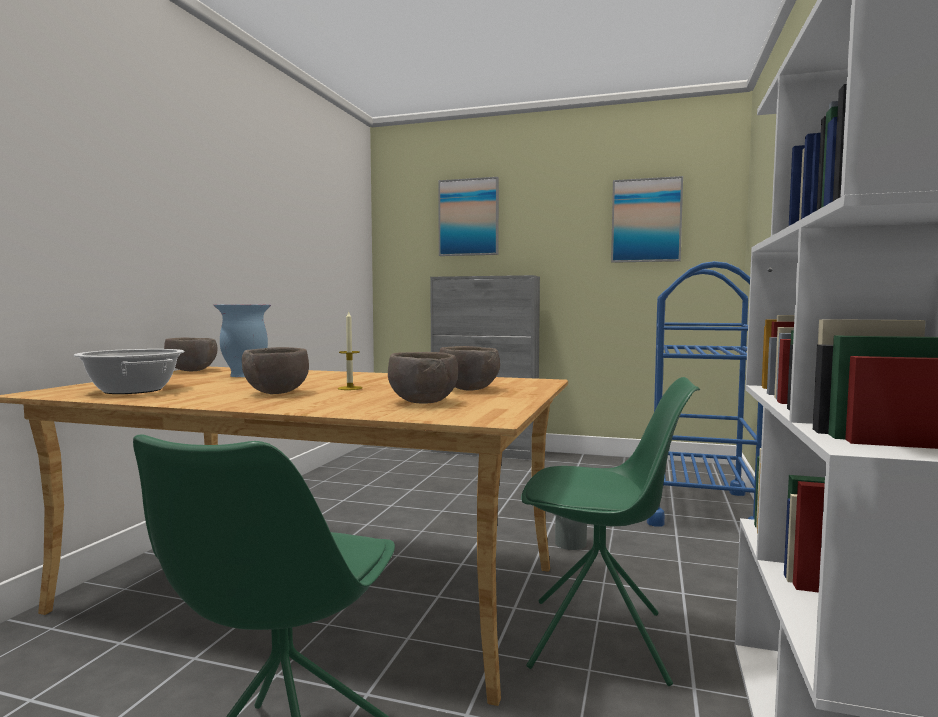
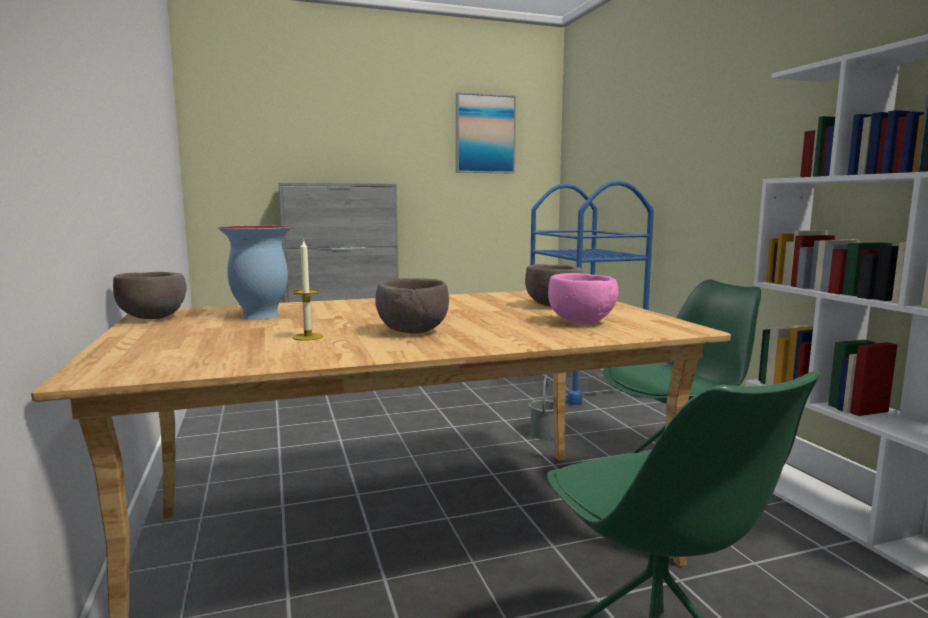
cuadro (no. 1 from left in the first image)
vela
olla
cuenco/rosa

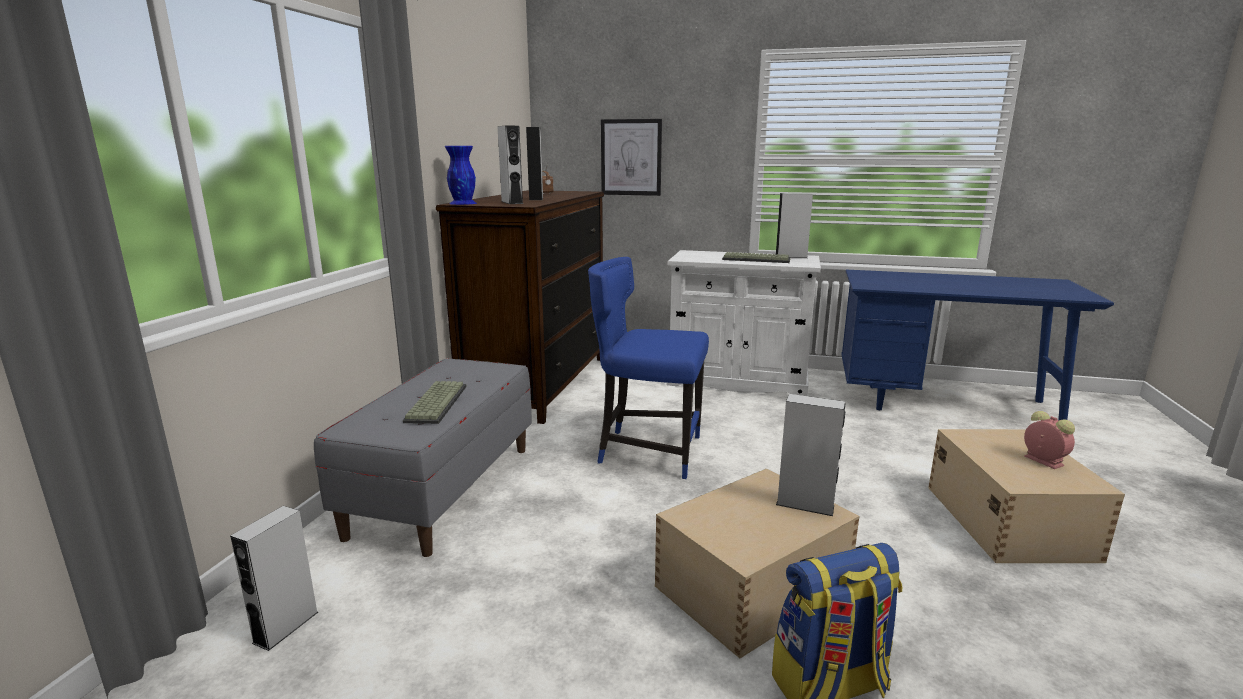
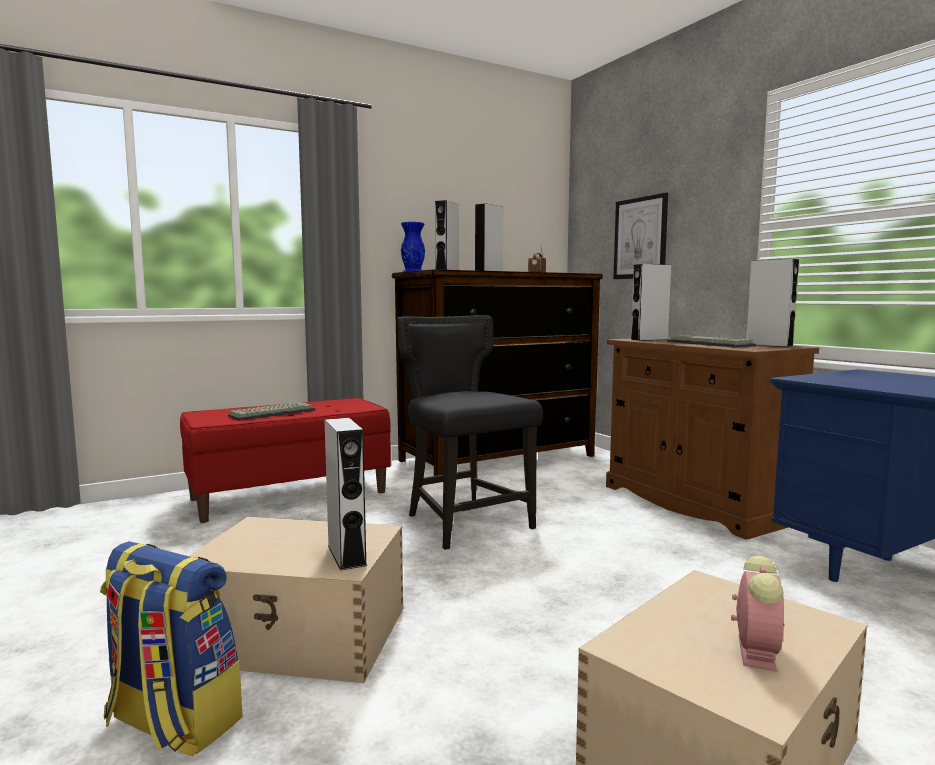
armario/marrón
silla/negro
banco/rojo
altavoz/gris (no. 4 from left)

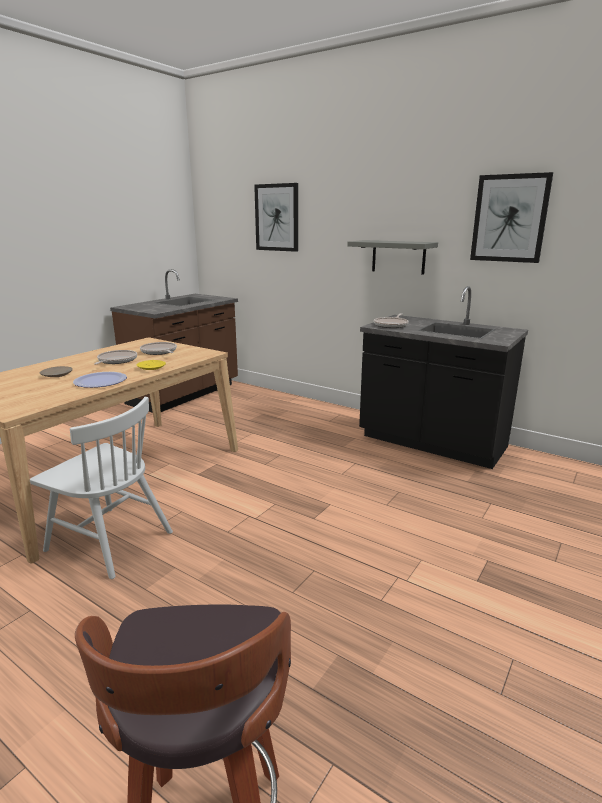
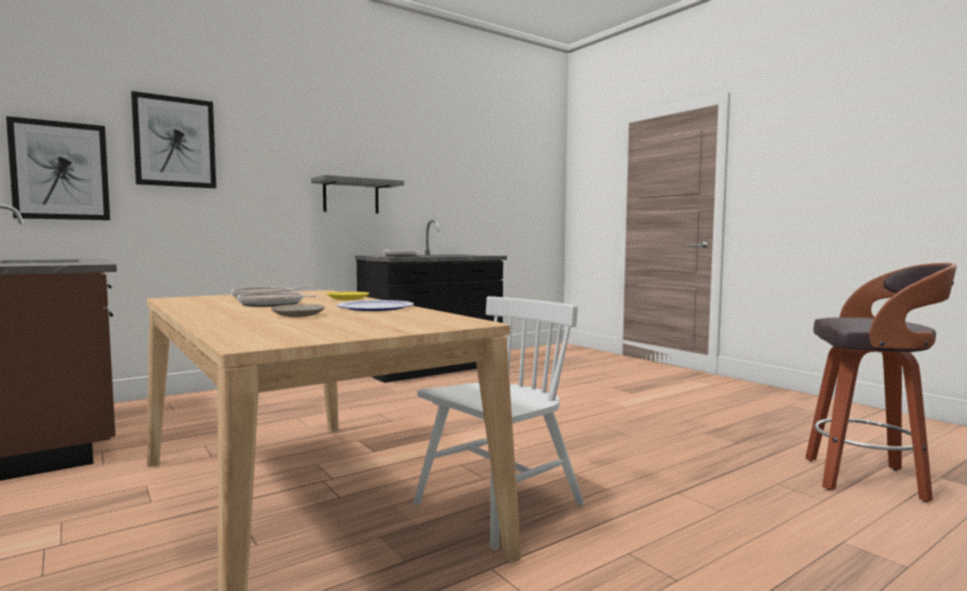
cuadro (no. 1 from left)

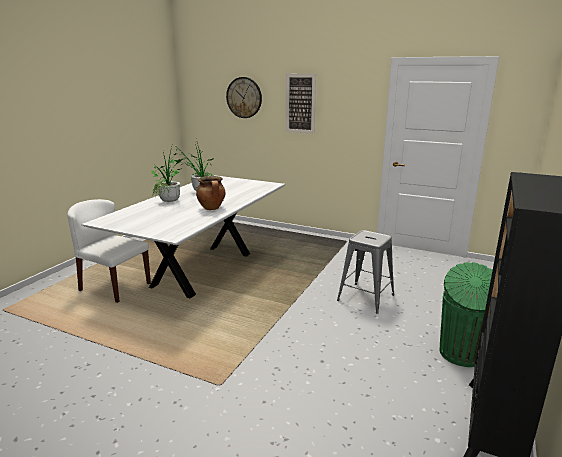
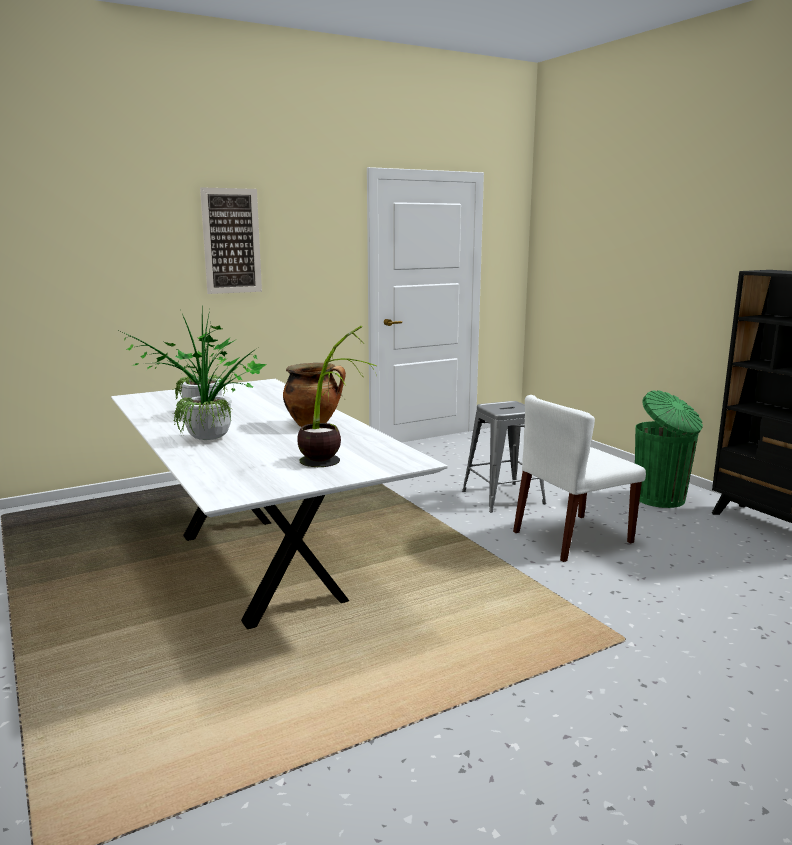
reloj de pared
silla/blanco
planta en maceta (no. 3 from left)

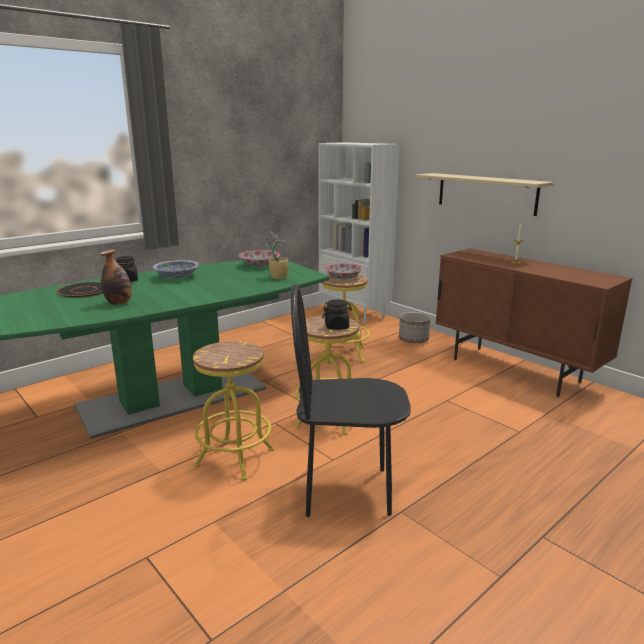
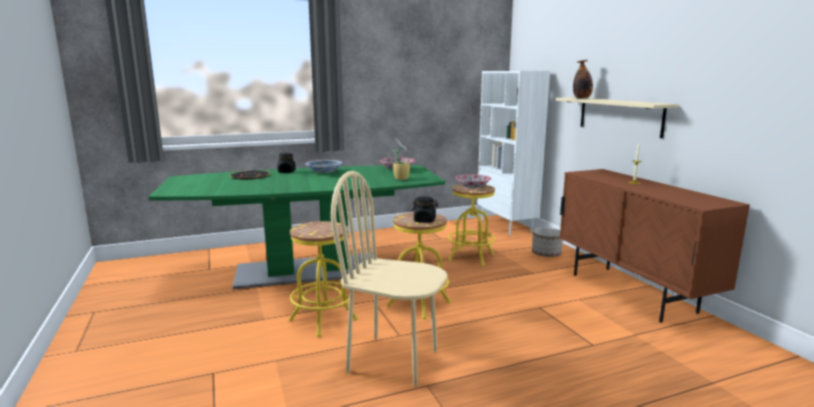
botella
silla/beis

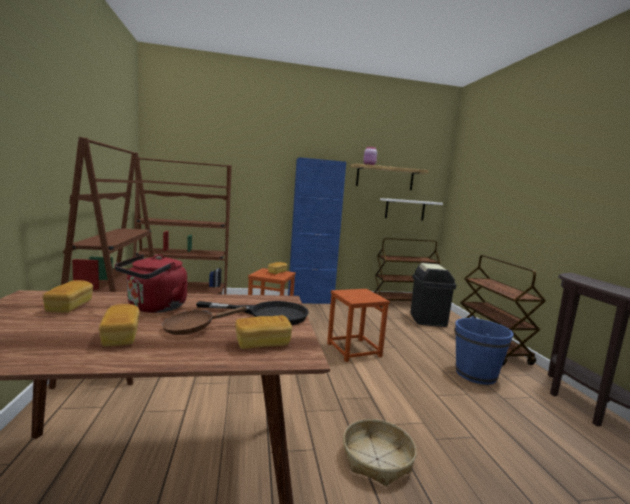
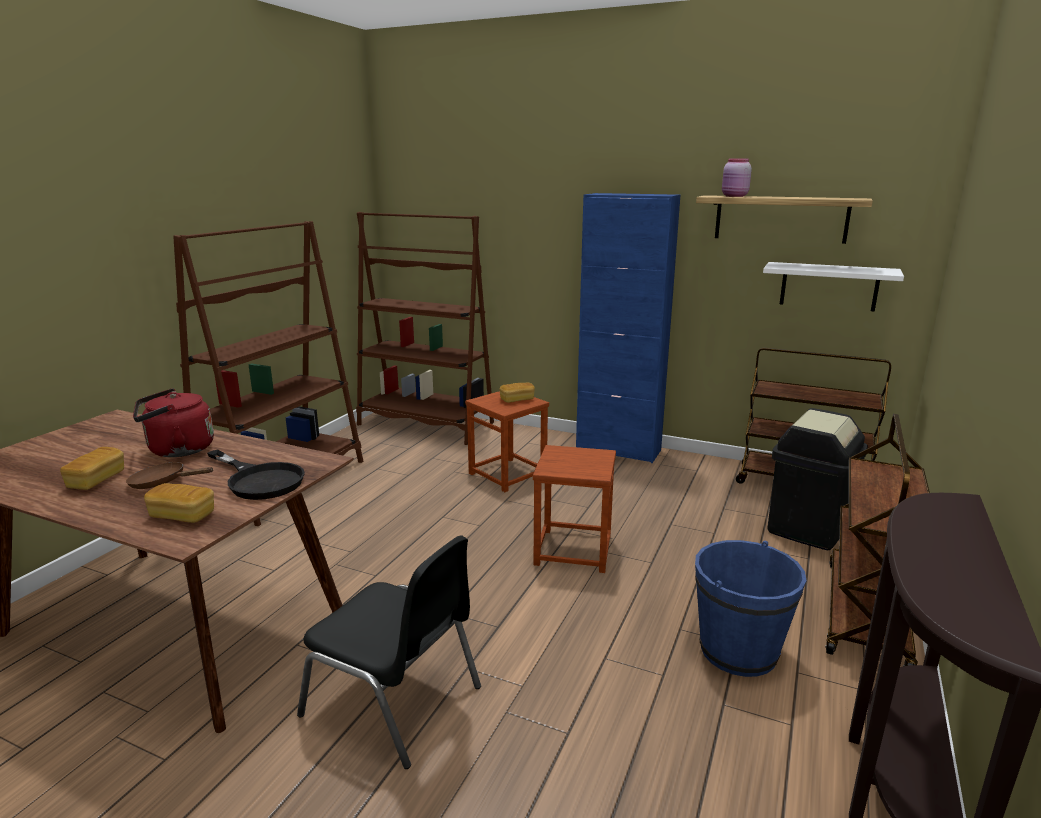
pan (no. 1 from left in the first image)
silla/negro

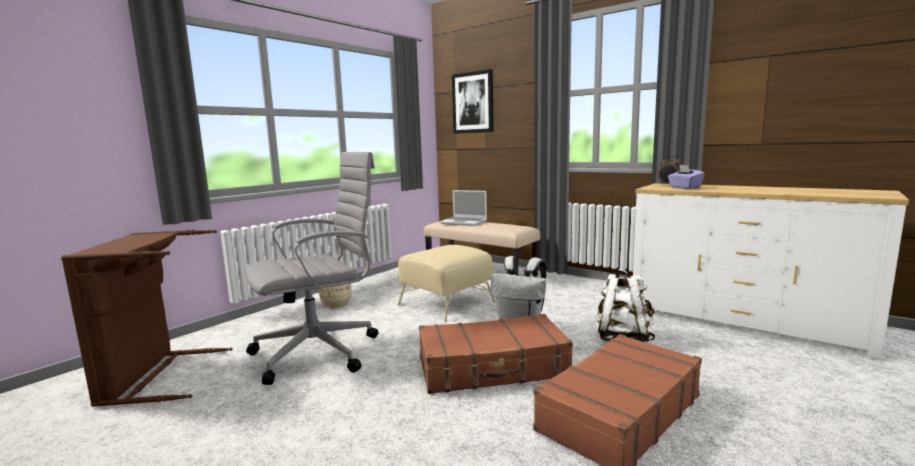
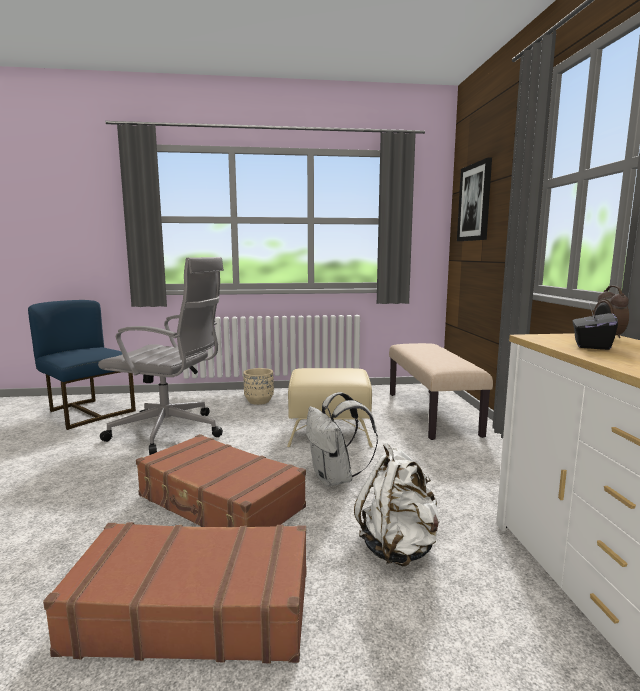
caja de pañuelos/negro
portátil
silla/azul

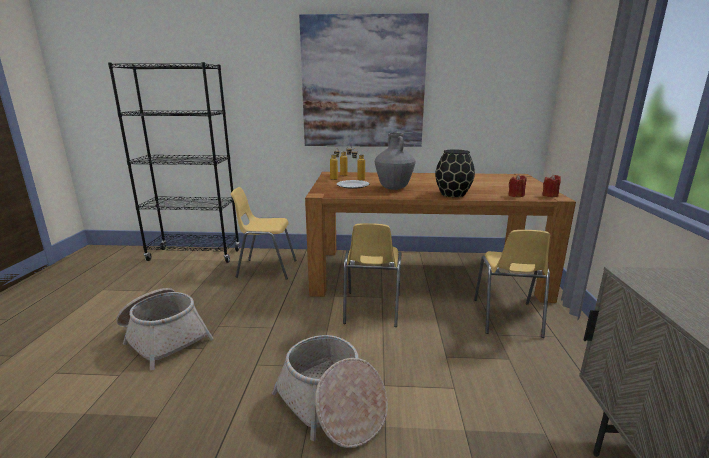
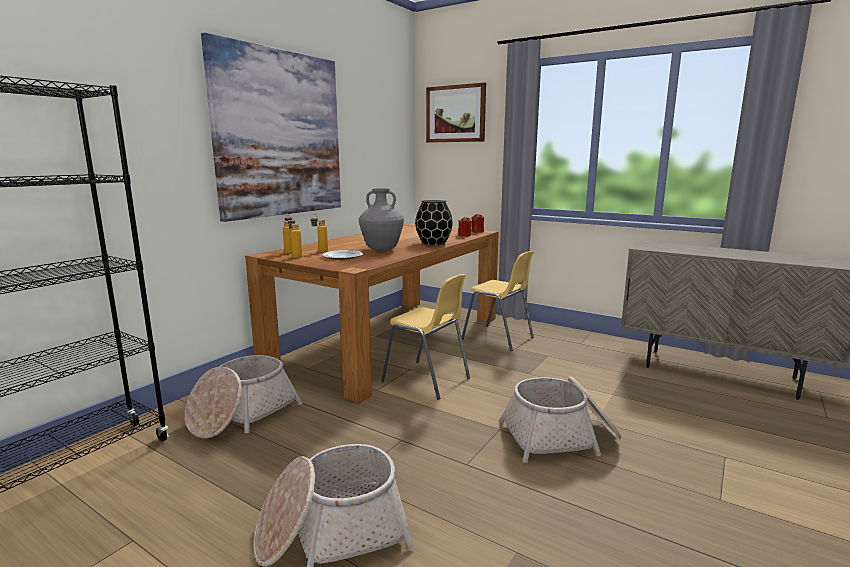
cesta (no. 1 from left)
cuadro (no. 2 from left)

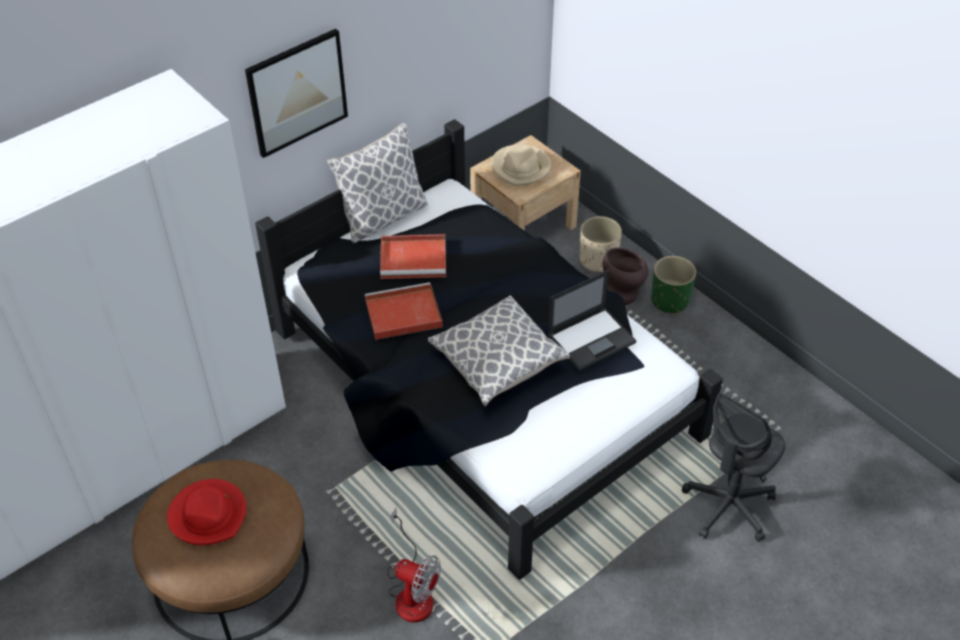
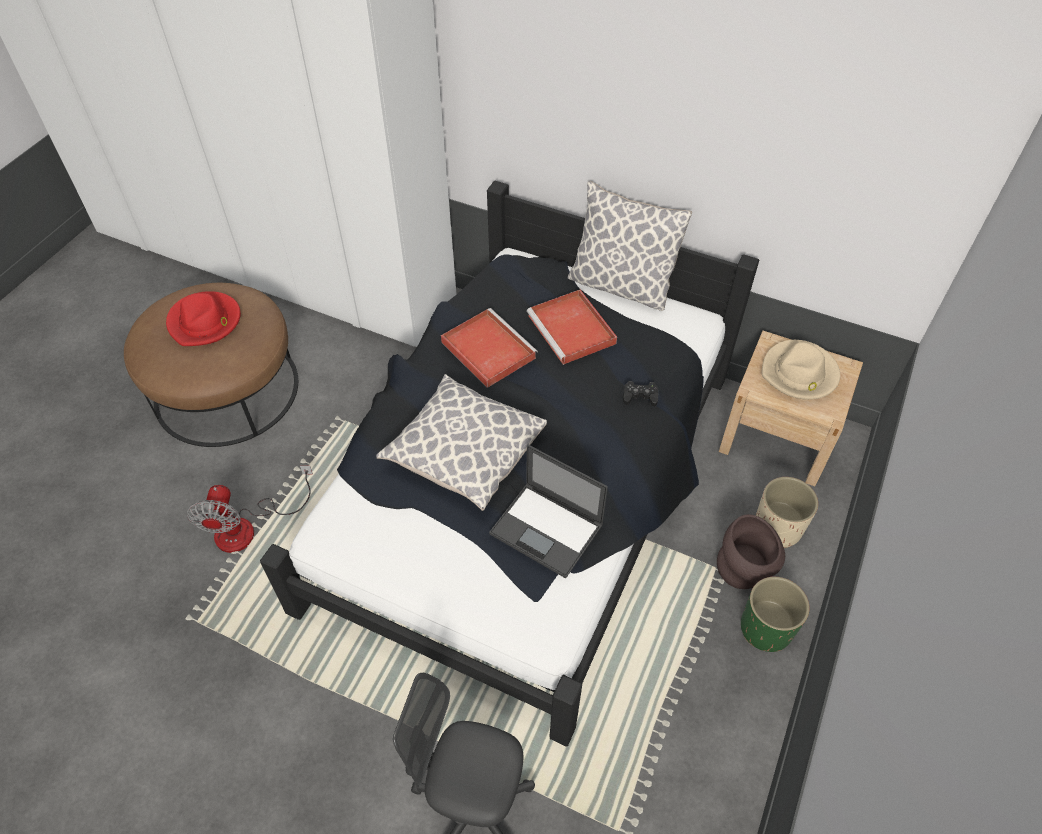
cuadro
mando de consola/negro

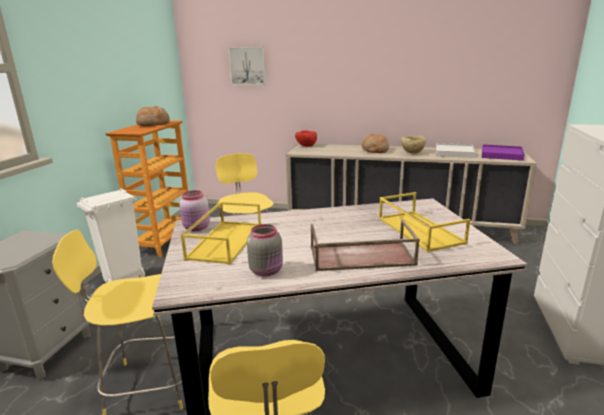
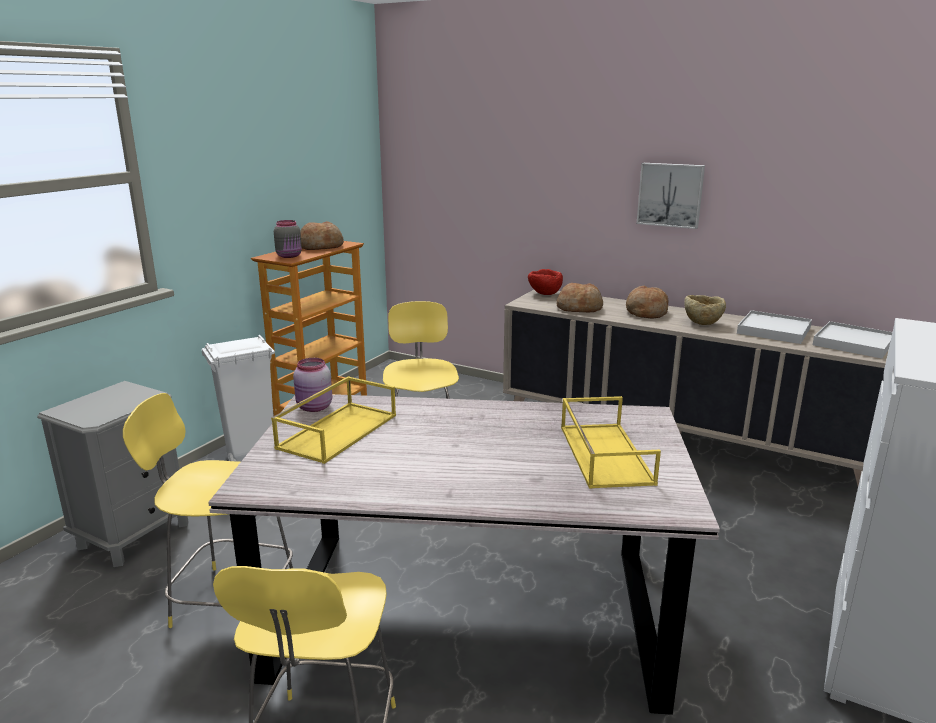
cuadro
bandeja/blanco (no. 2 from left)
bandeja/marrón
tarro/gris
pan (no. 2 from left)

